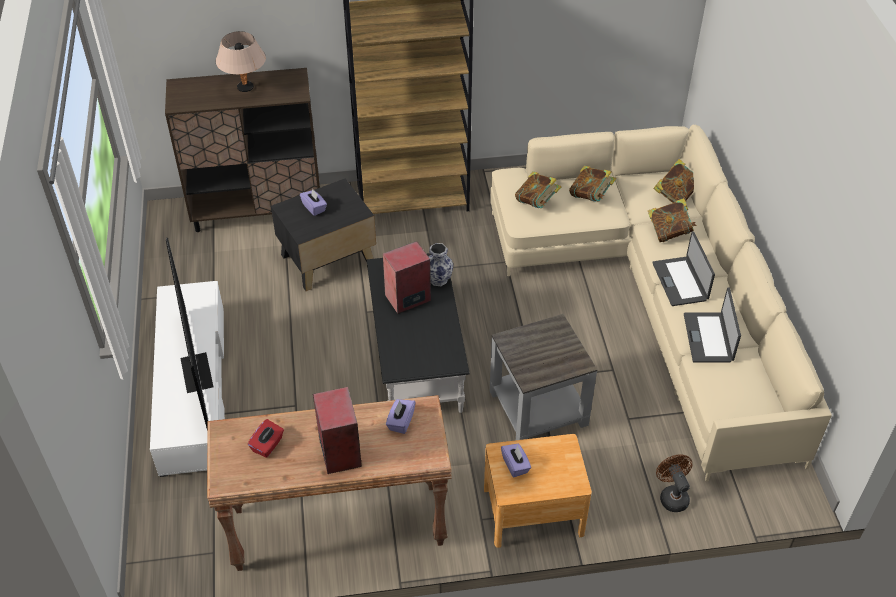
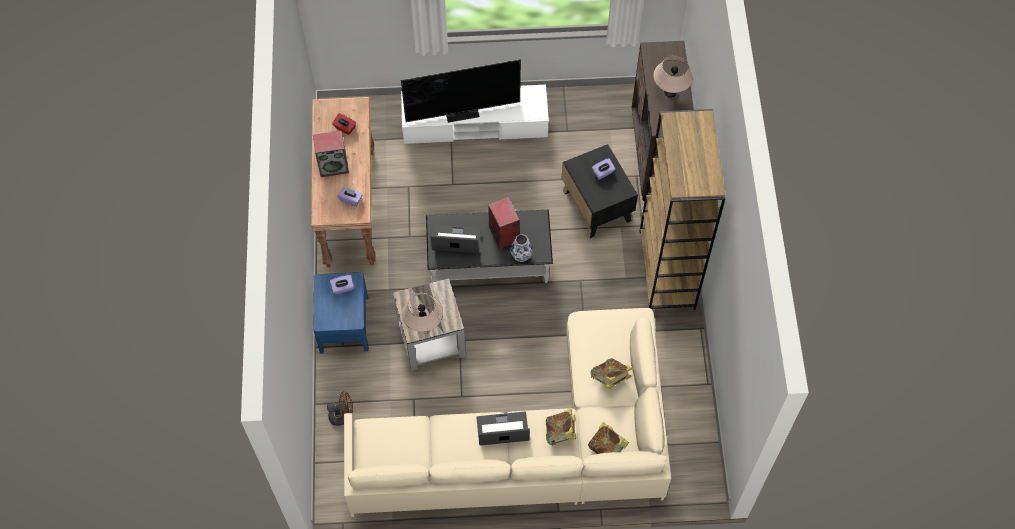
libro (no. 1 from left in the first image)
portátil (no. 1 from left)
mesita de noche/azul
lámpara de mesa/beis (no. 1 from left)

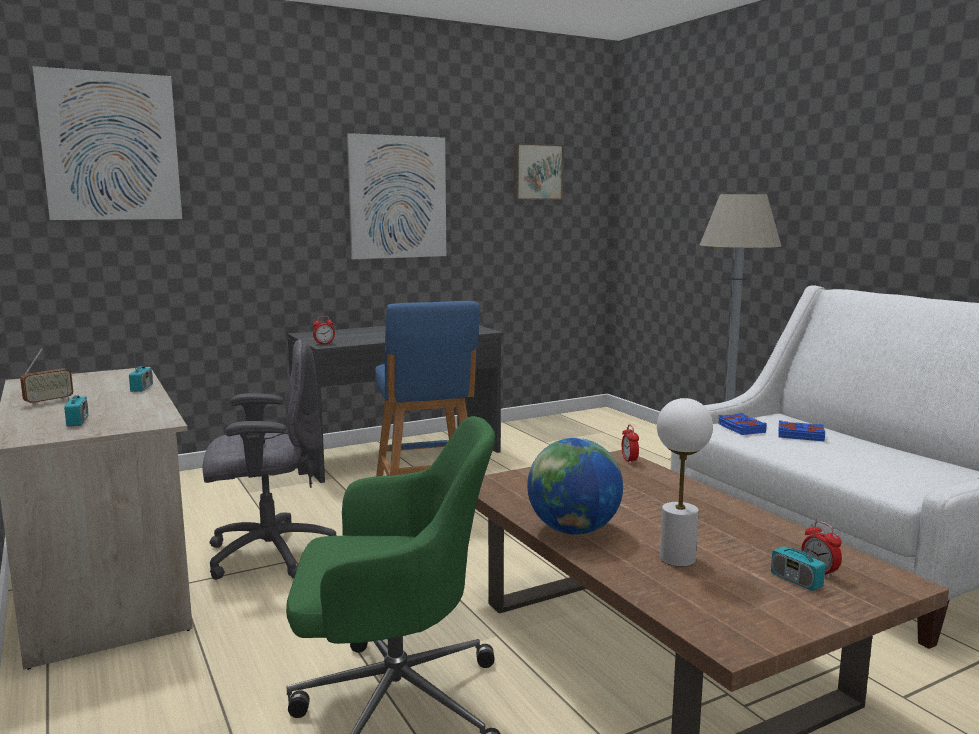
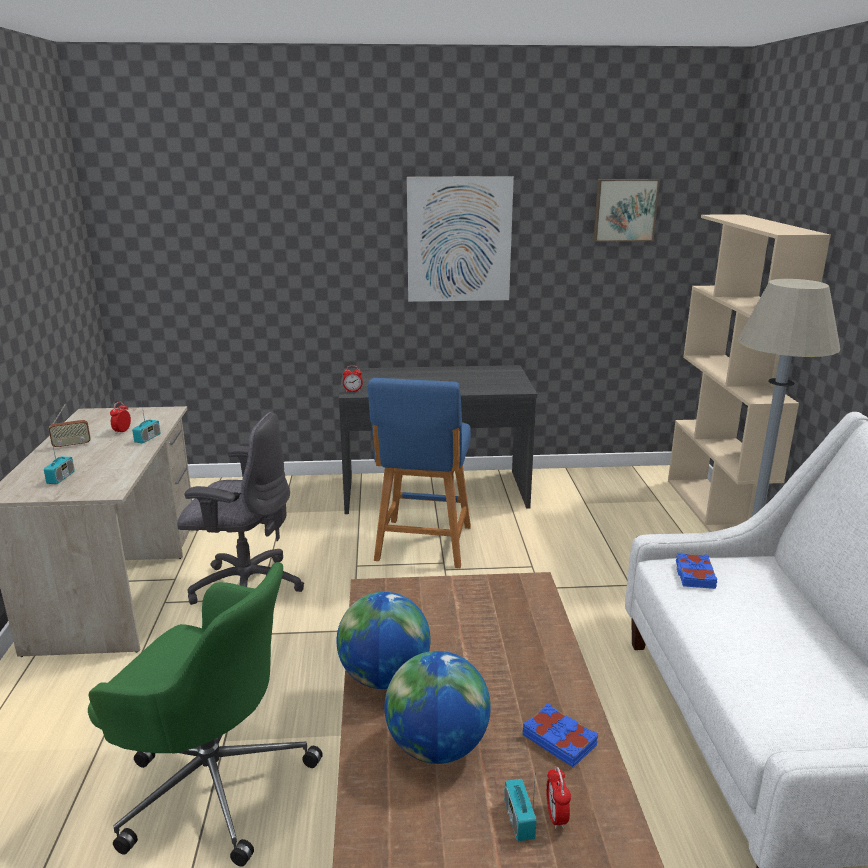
cuadro (no. 1 from left in the first image)
globo terráqueo (no. 2 from left)
libro/azul (no. 1 from left)
despertador (no. 1 from left)
estantería/beis

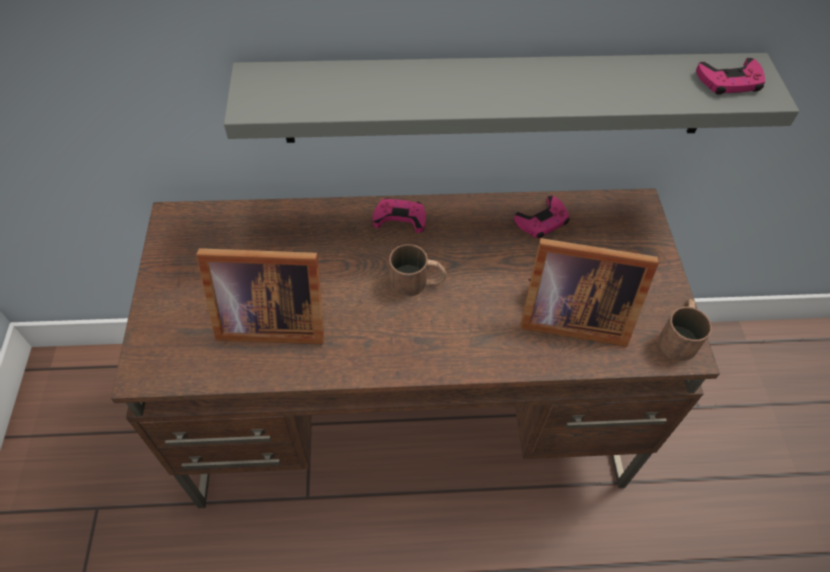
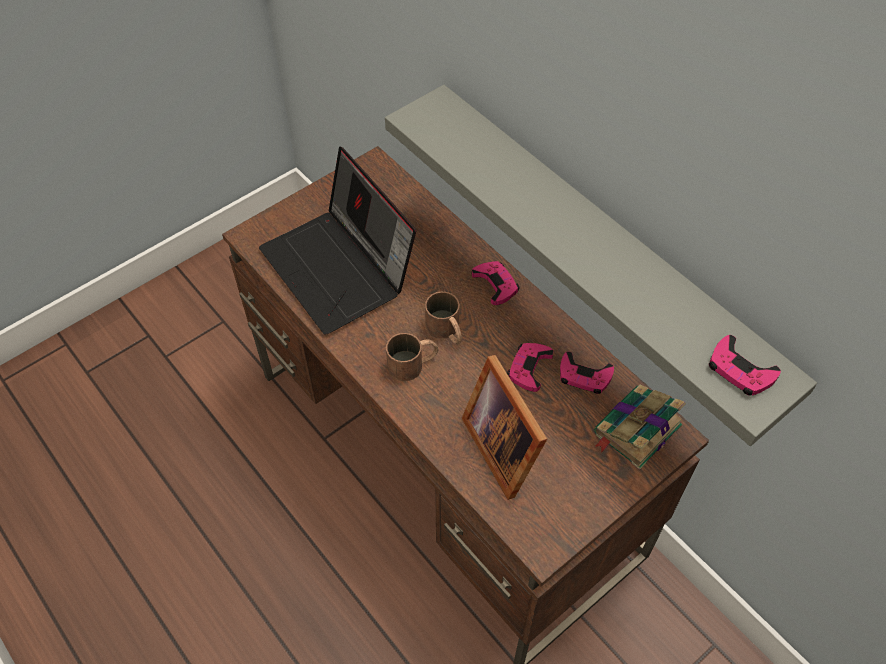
portátil
taza grande/marrón (no. 1 from left)
mando de consola/rosa (no. 2 from left)
libro

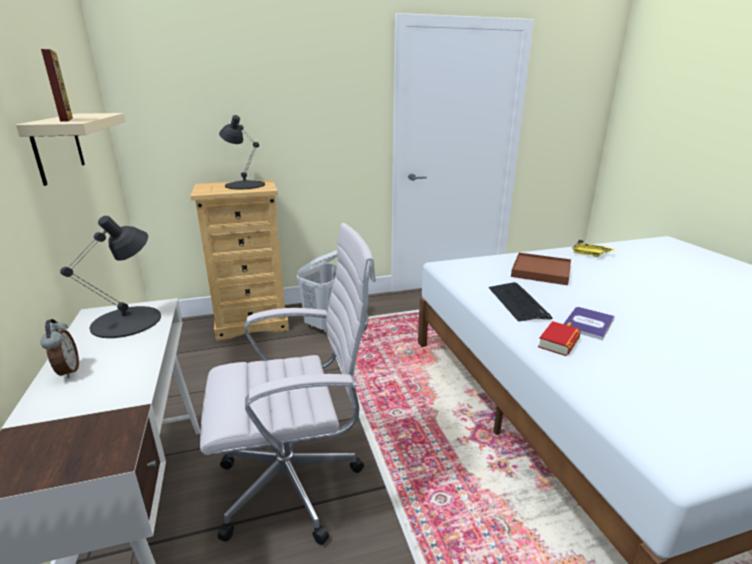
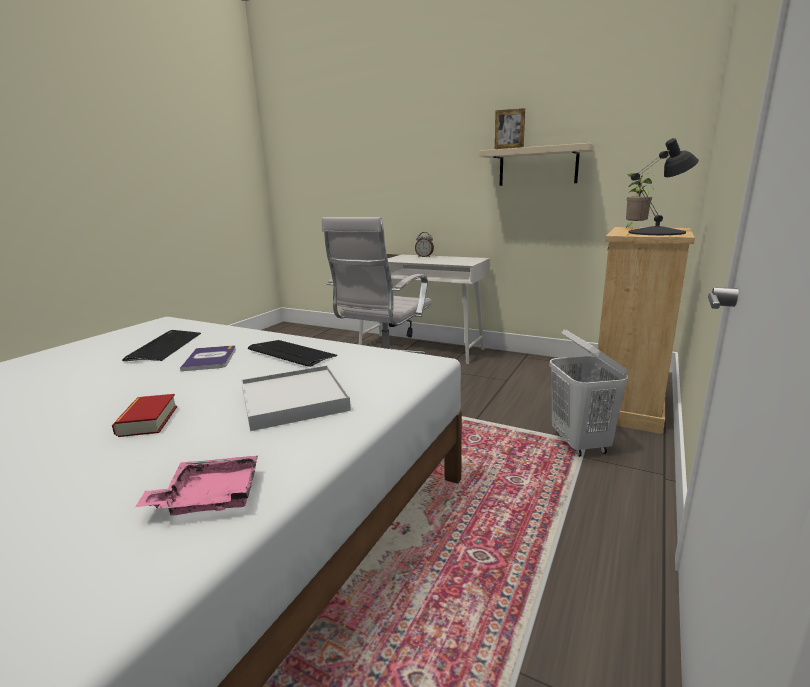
lámpara de mesa/negro (no. 1 from left in the first image)
bandeja/rosa
bandeja/blanco
libro (no. 1 from left)
planta en maceta
teclado (no. 1 from left)

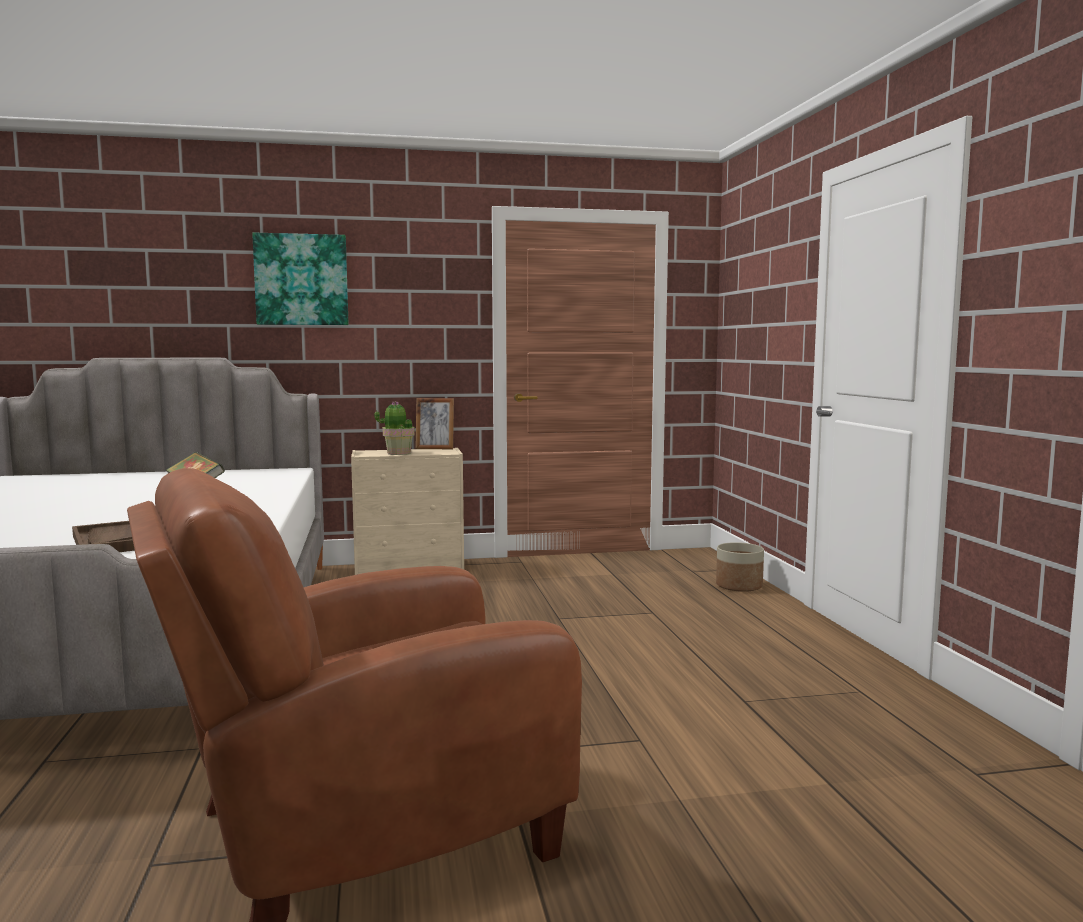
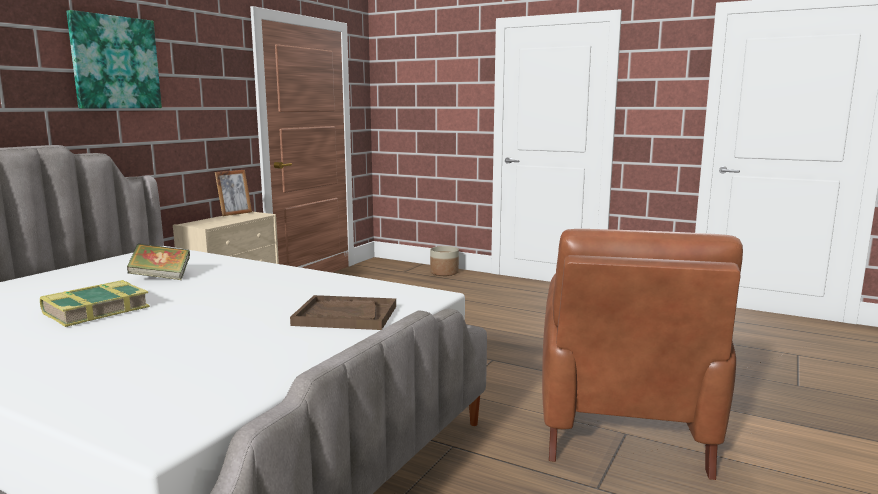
planta en maceta
libro (no. 1 from left)

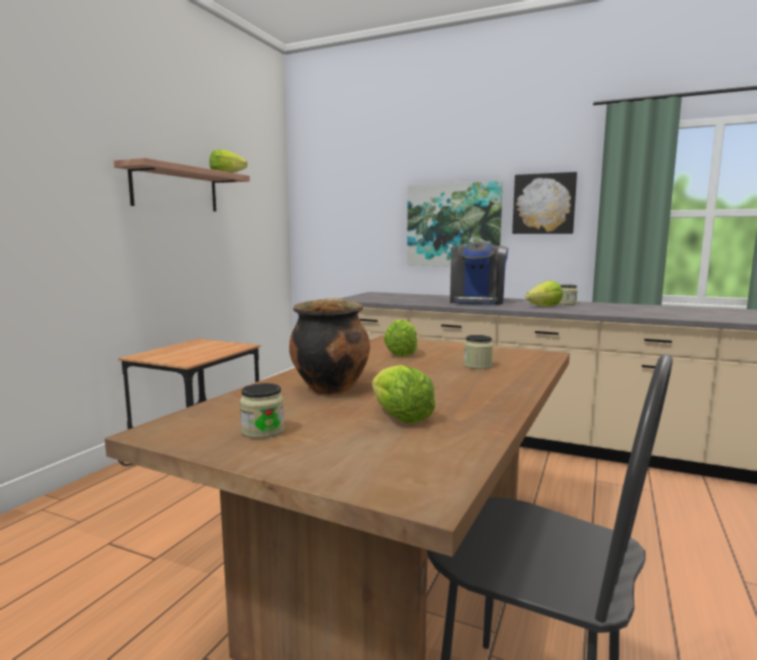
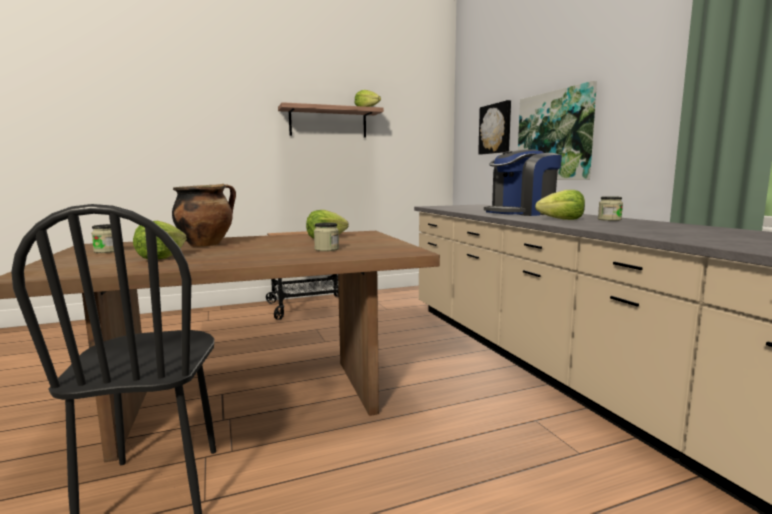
cuadro (no. 1 from left)

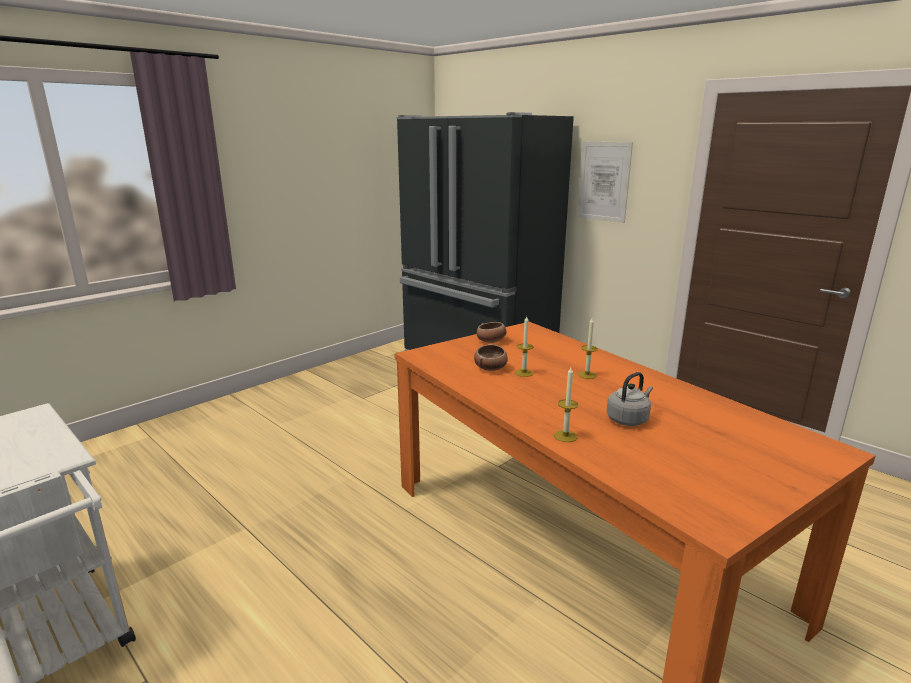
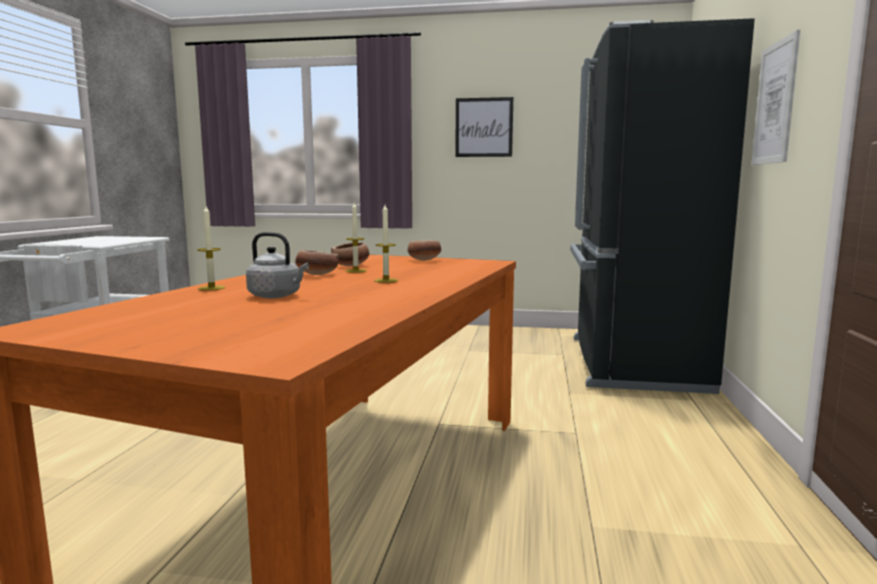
cuadro (no. 1 from left)
cuenco (no. 1 from left)

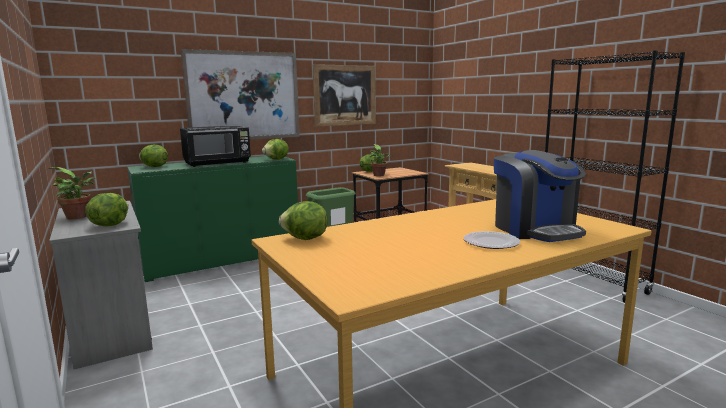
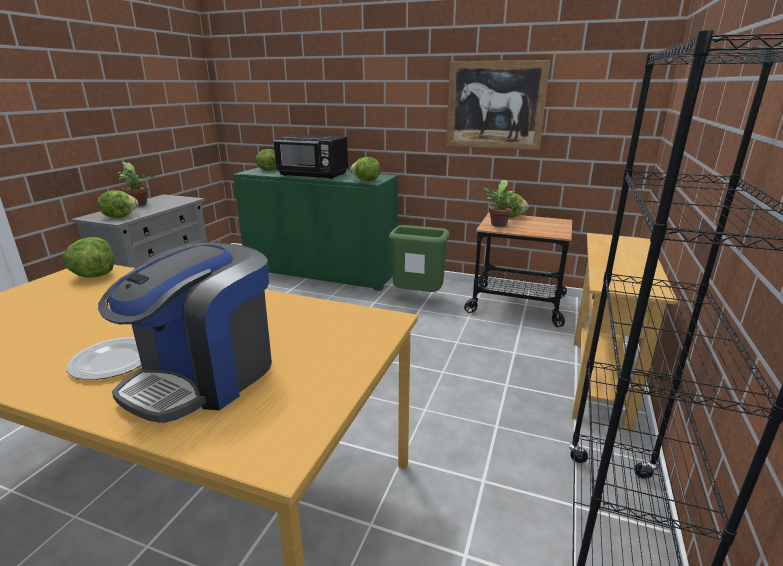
cuadro (no. 1 from left in the first image)

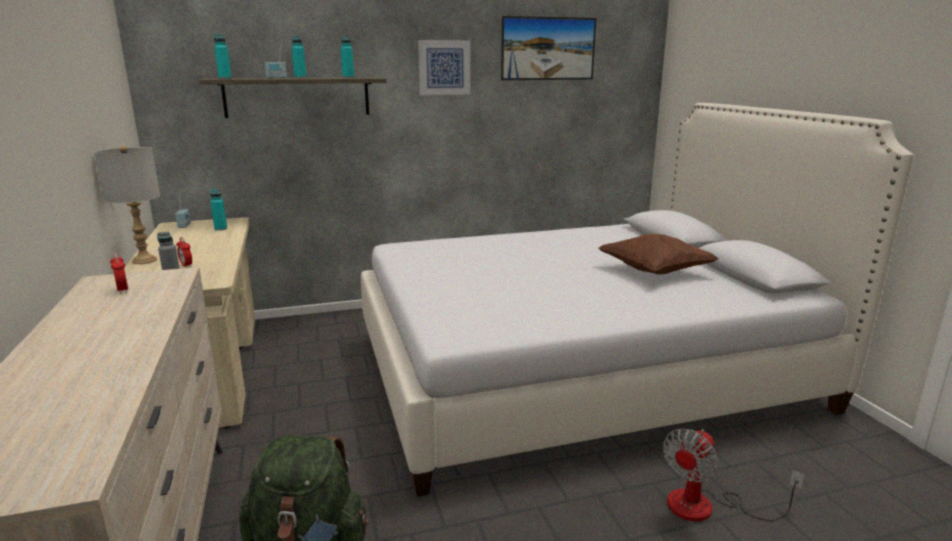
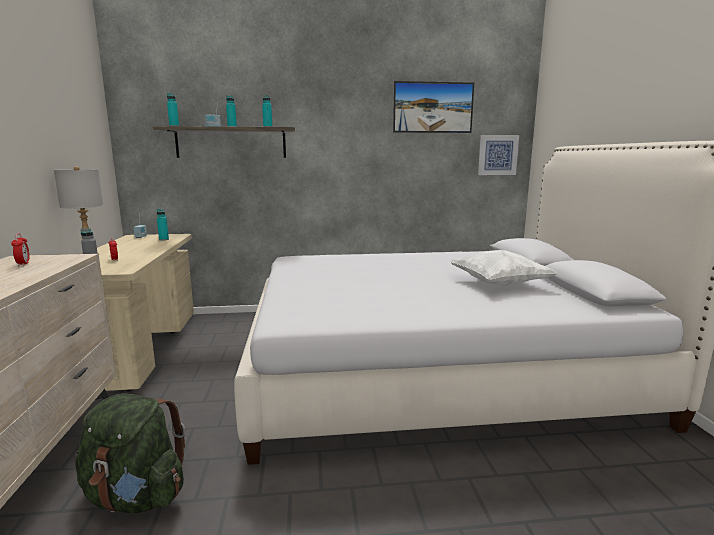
cuadro (no. 2 from left)
cojín/blanco
ventilador

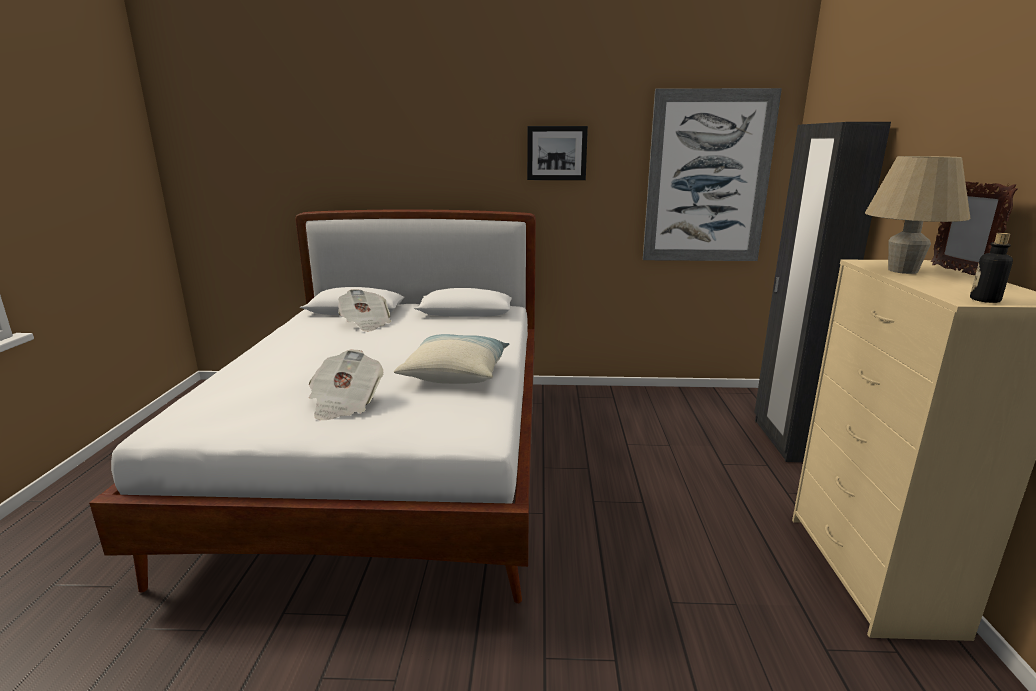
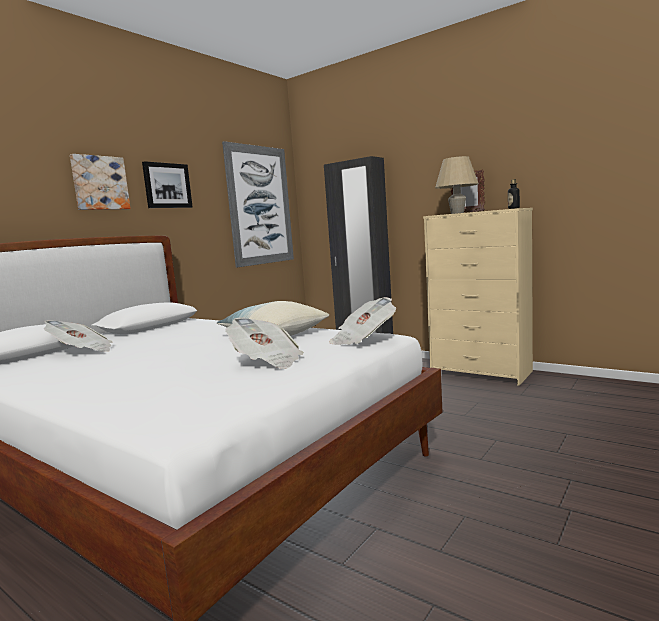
cuadro (no. 1 from left)
periódico (no. 3 from left)

